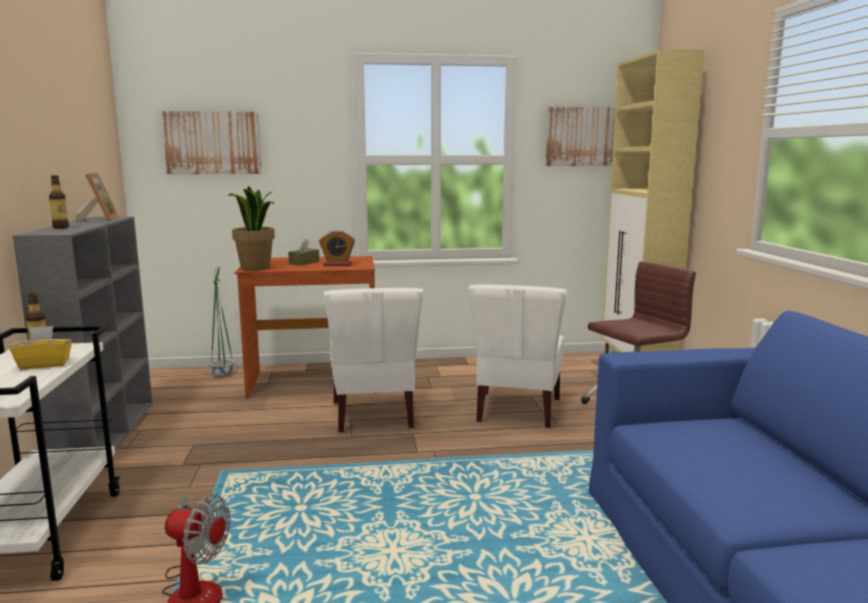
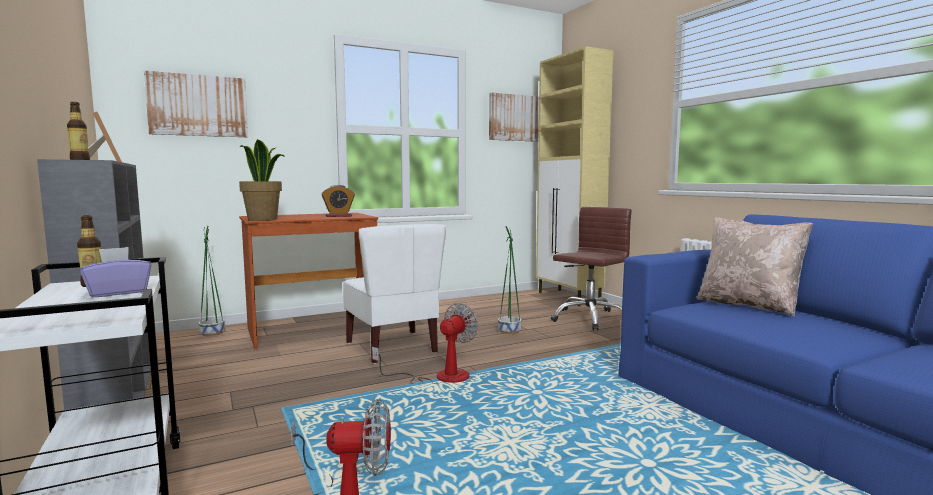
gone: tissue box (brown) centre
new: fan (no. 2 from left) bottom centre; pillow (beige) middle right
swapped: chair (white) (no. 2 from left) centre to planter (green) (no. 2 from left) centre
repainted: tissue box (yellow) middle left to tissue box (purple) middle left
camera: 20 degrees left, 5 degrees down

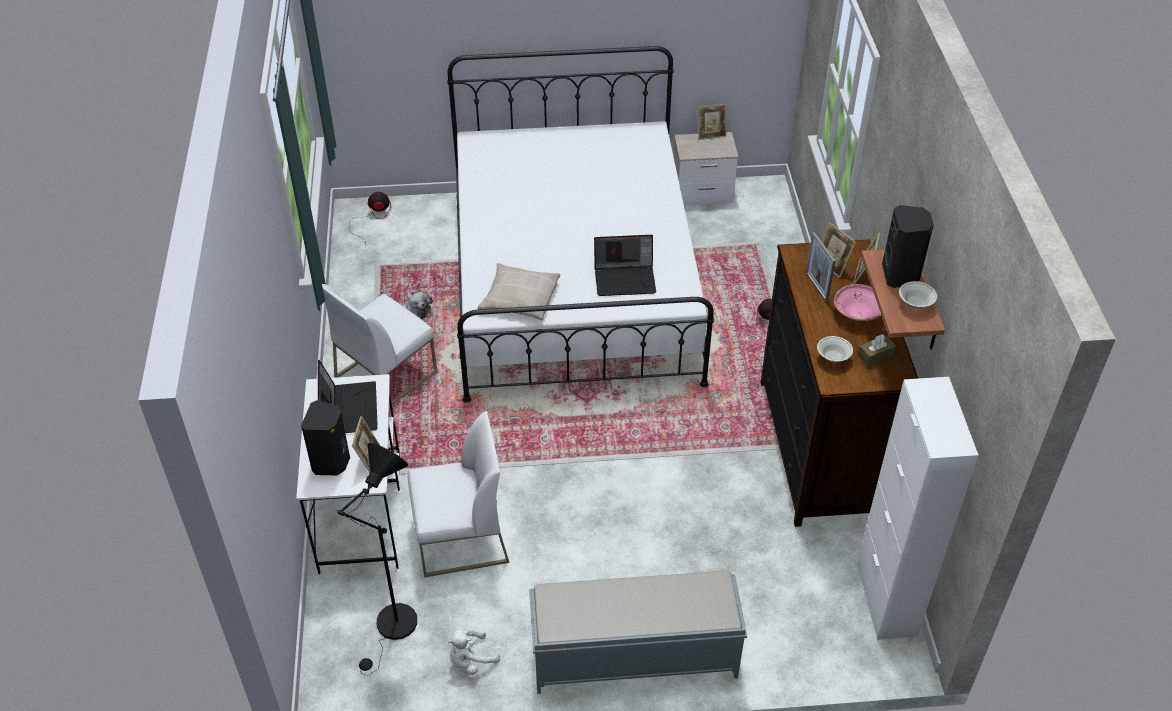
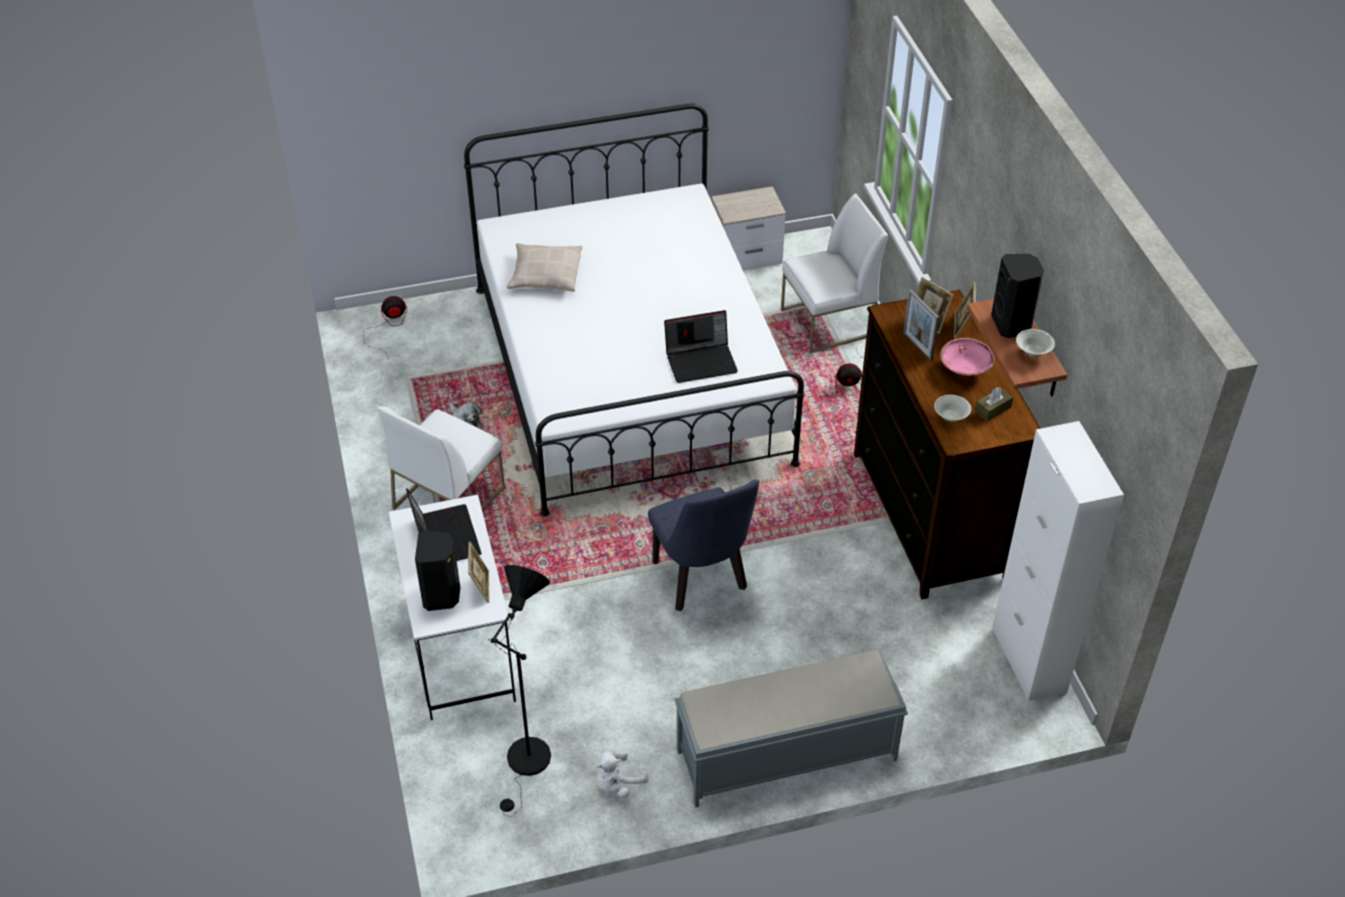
gone: picture frame (no. 2 from left) top centre
new: chair (blue) centre
shifted: pillow (beige) centre to top centre; chair (white) (no. 2 from left) bottom centre to top centre
camera: 10 degrees left, 0 degrees up

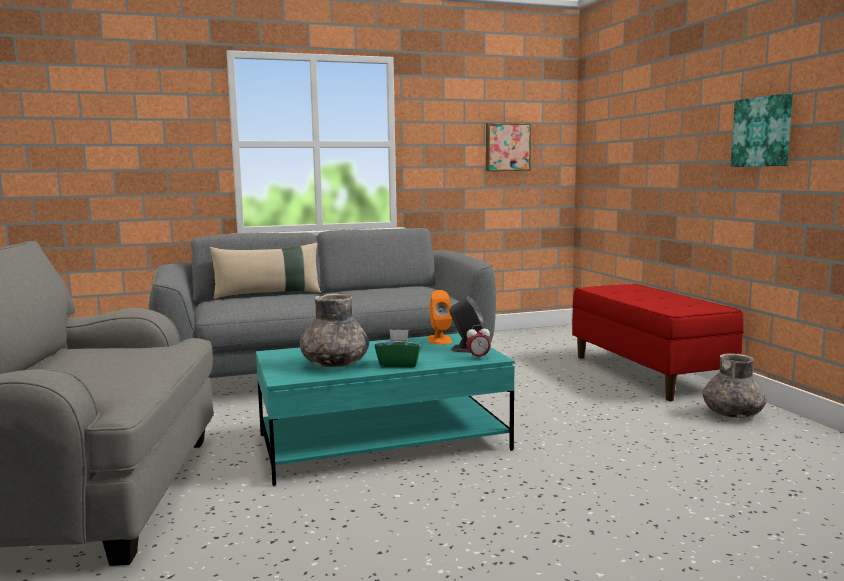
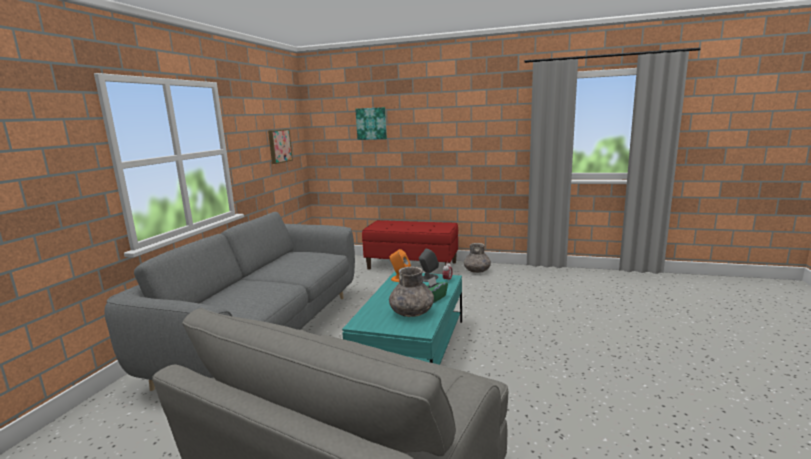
gone: pillow (beige) middle left
shifted: picture (no. 2 from left) top right to top centre
camera: 55 degrees left, 5 degrees up

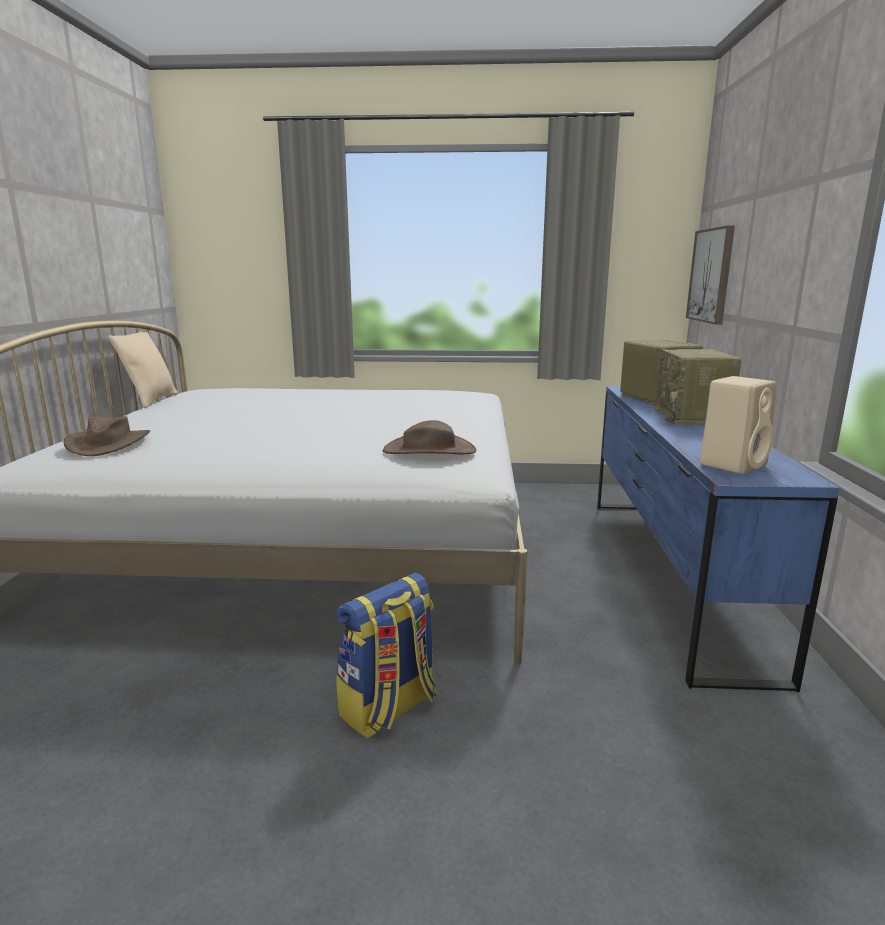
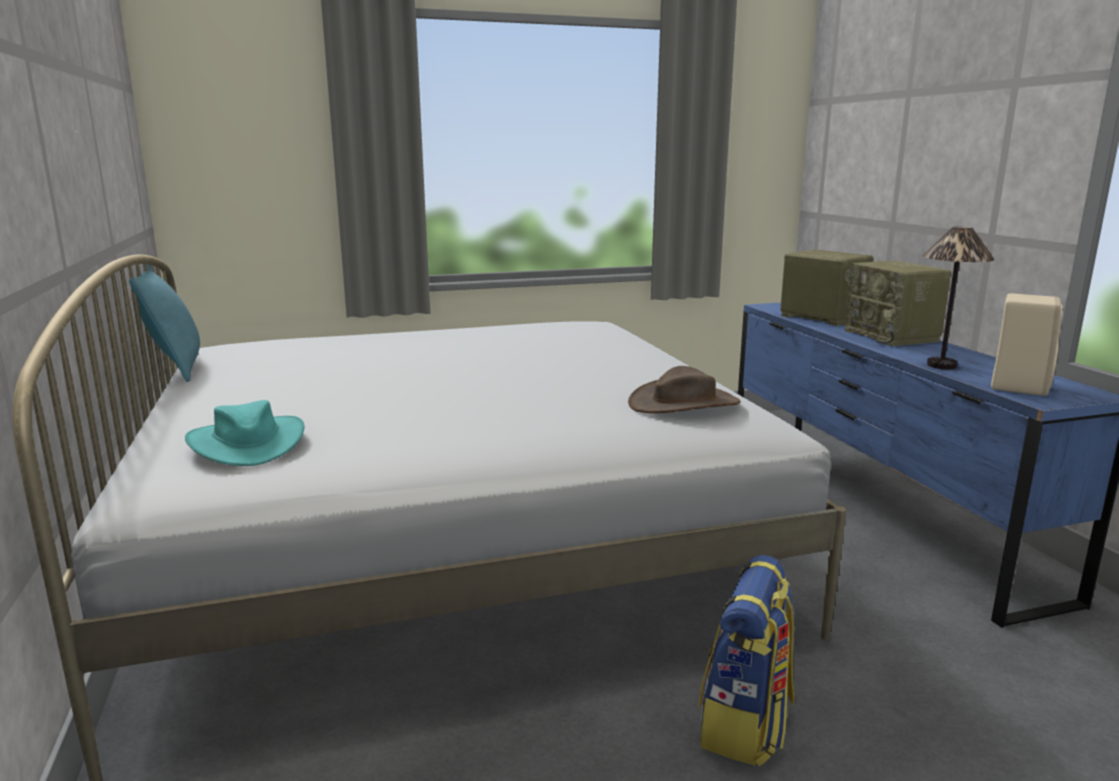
gone: picture top right
new: table lamp middle right
repainted: pillow (beige) middle left to pillow (turquoise) middle left; hat (brown) (no. 1 from left) middle left to hat (turquoise) middle left
camera: 20 degrees left, 0 degrees up

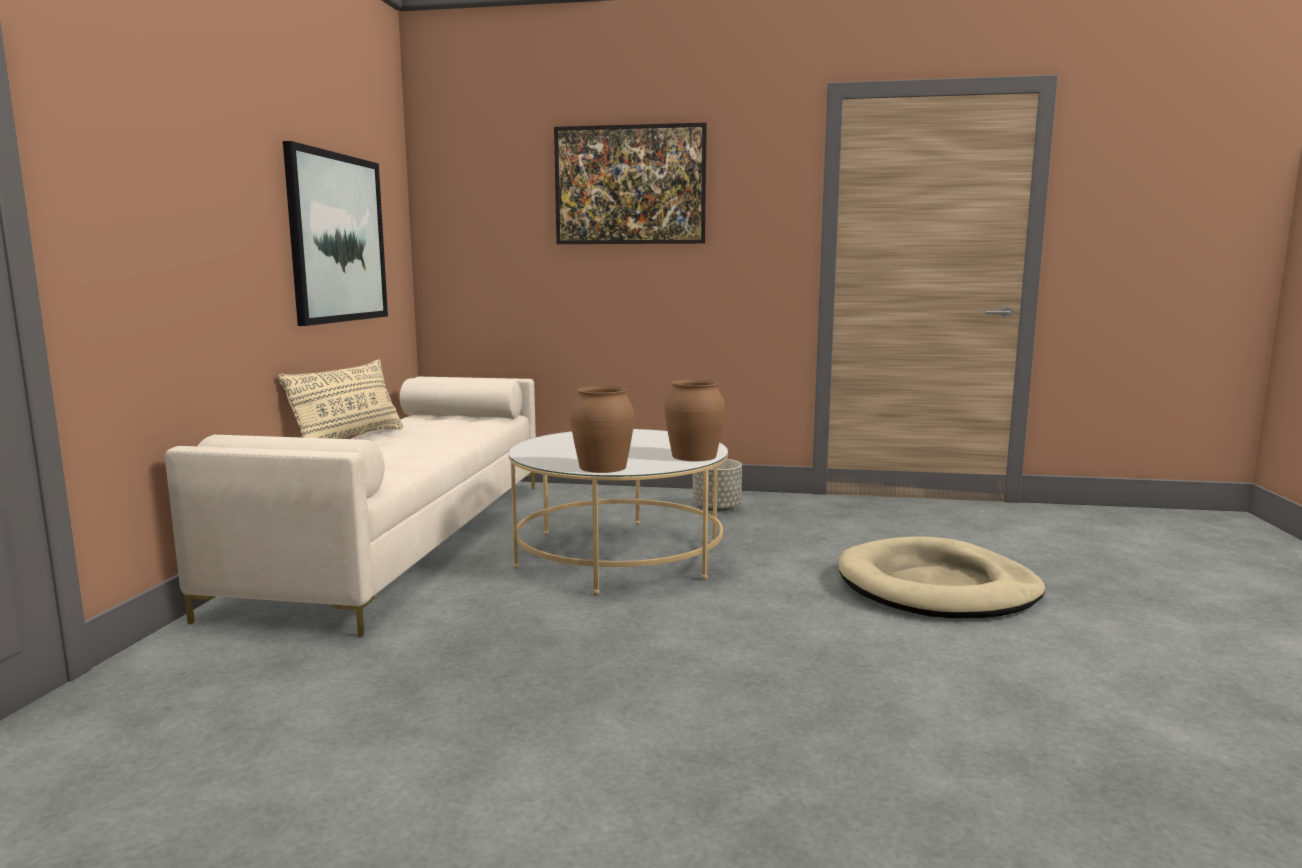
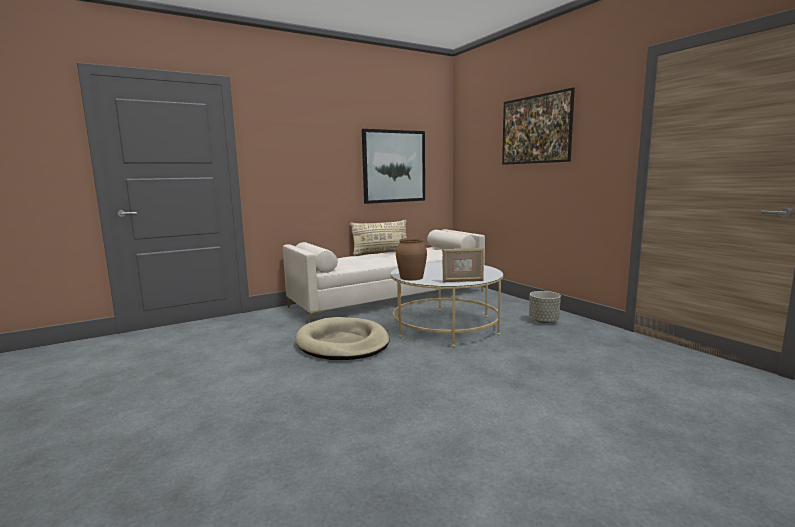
shifted: dog bed (beige) middle right to centre
swapped: vase (brown) (no. 2 from left) centre to picture frame centre
camera: 50 degrees right, 0 degrees up

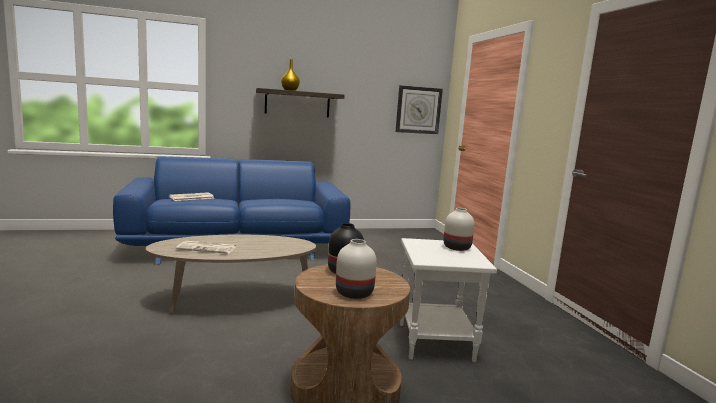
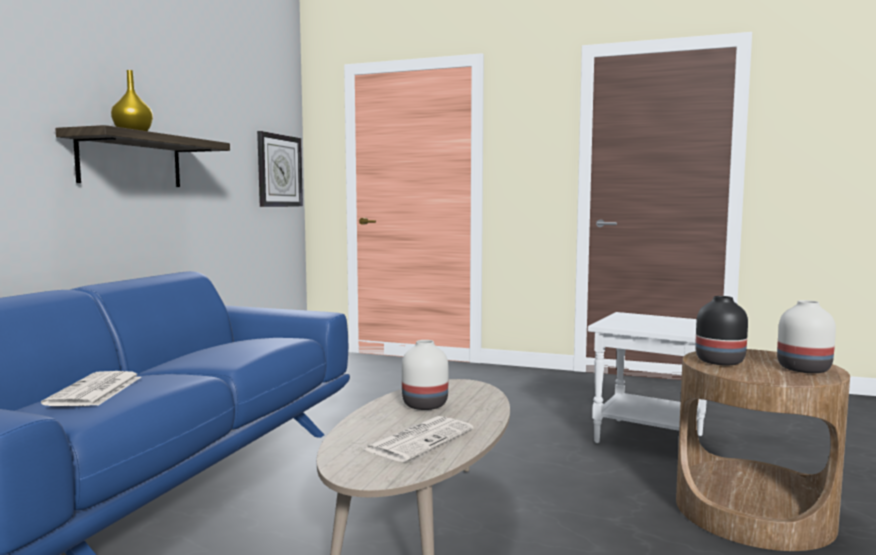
shifted: vase (white) (no. 2 from left in the first image) centre to vase (white) (no. 1 from left) bottom centre
camera: 55 degrees left, 5 degrees down

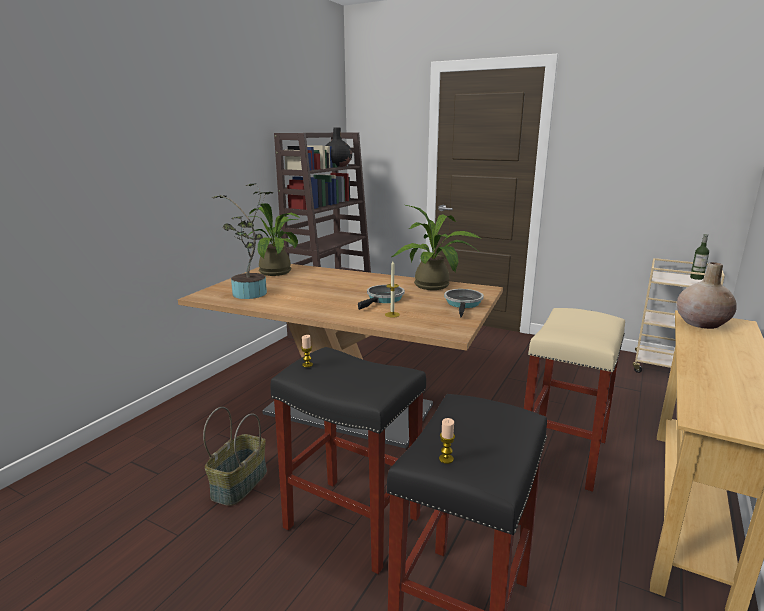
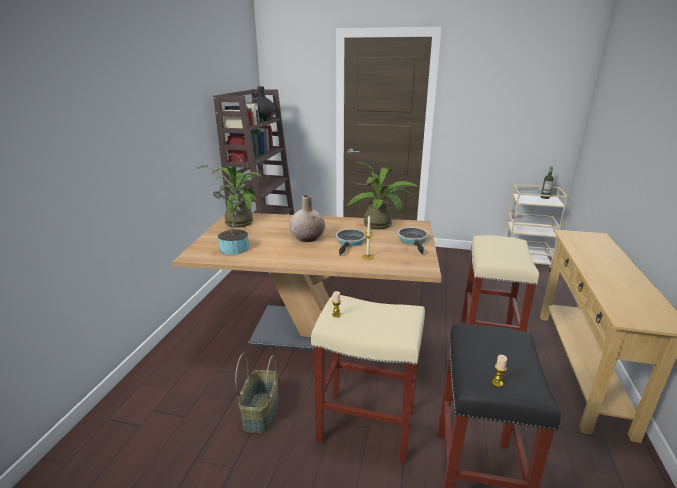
shifted: vase (beige) middle right to centre
repainted: stool (black) (no. 1 from left) bottom centre to stool (beige) (no. 1 from left) bottom centre
camera: 15 degrees left, 5 degrees up

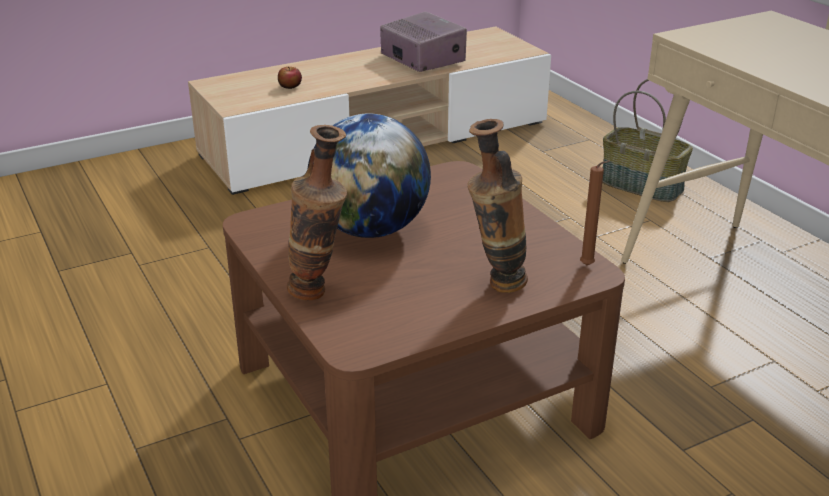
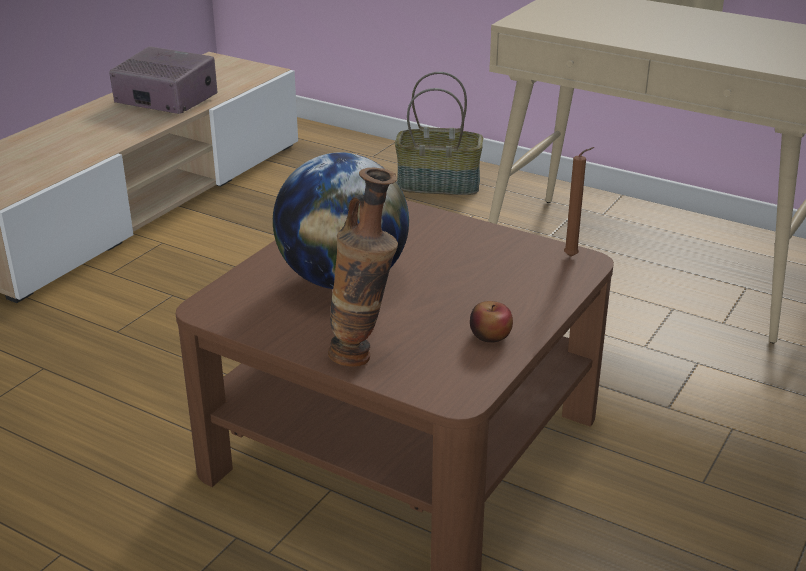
gone: vase (no. 2 from left) centre
shifted: apple top centre to centre
camera: 30 degrees left, 0 degrees up

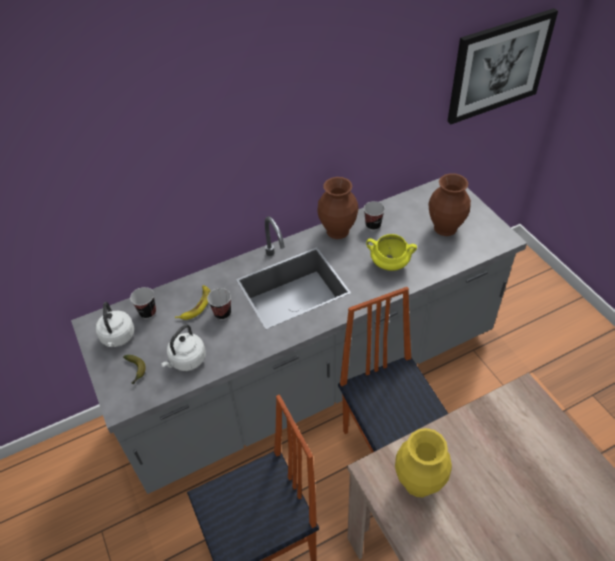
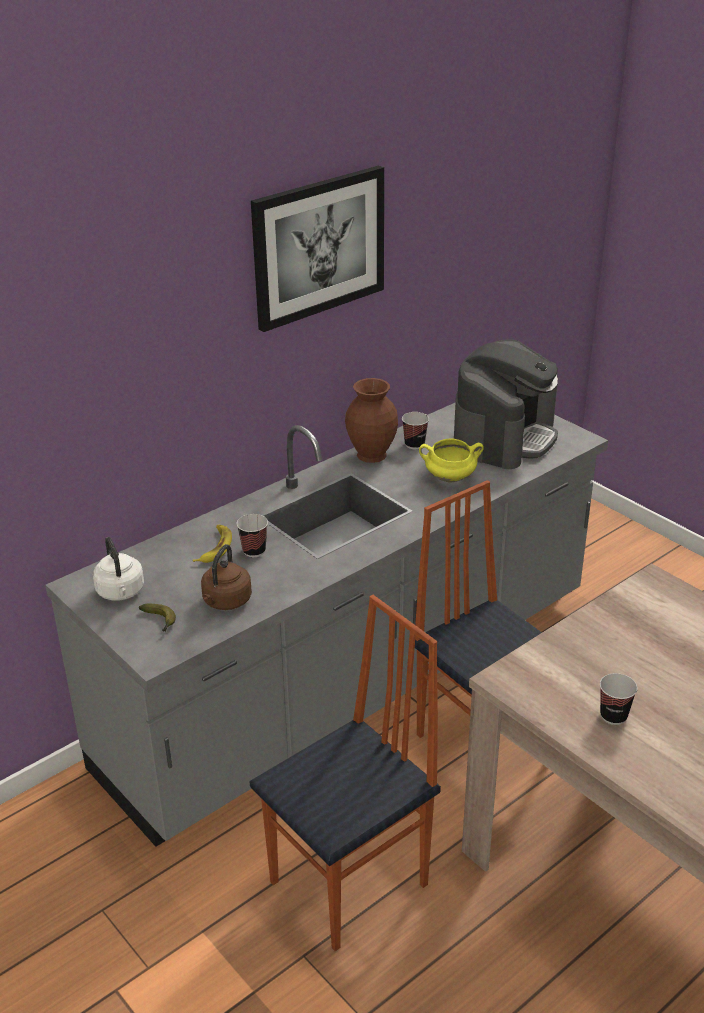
gone: vase (yellow) bottom right
shifted: picture top right to top centre; cup (no. 1 from left in the first image) middle left to cup (no. 3 from left) bottom right
swapped: vase (brown) (no. 2 from left) middle right to coffee machine middle right
repainted: kettle (white) (no. 2 from left) middle left to kettle (brown) middle left
camera: 15 degrees left, 15 degrees down

